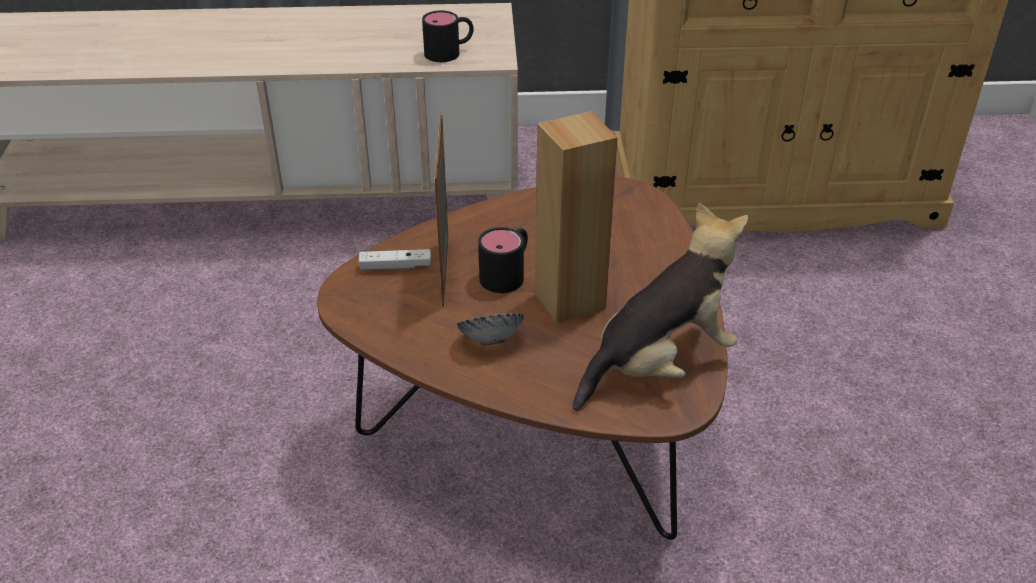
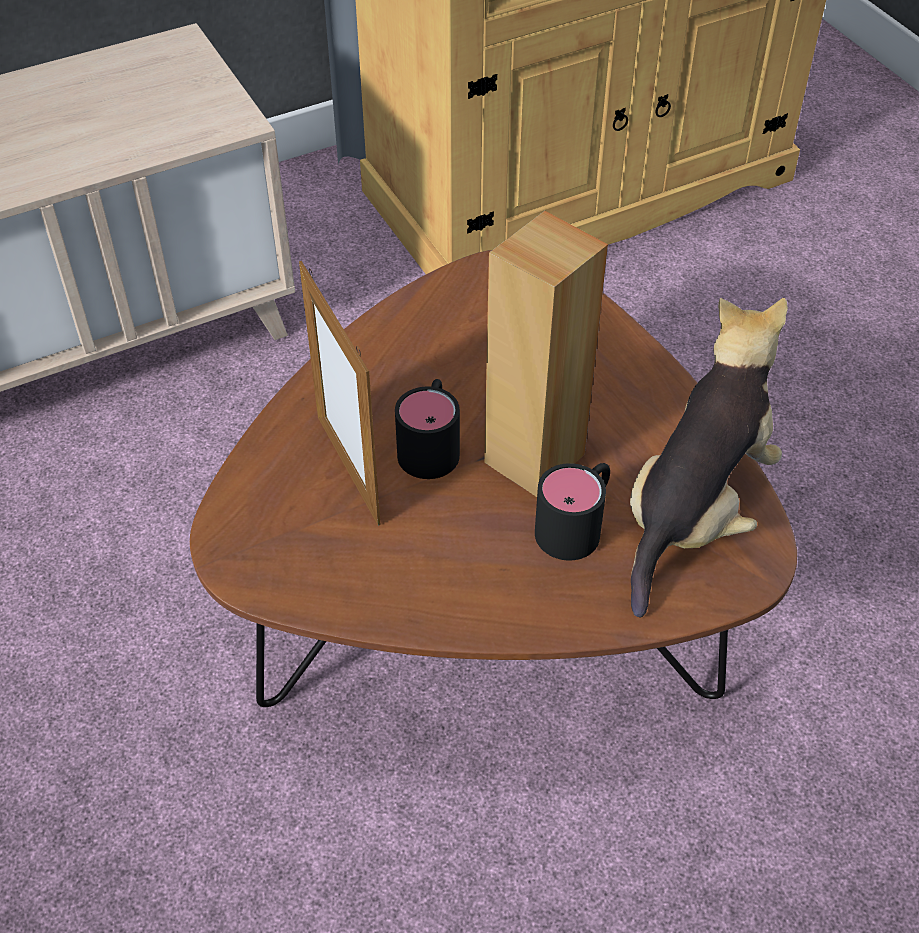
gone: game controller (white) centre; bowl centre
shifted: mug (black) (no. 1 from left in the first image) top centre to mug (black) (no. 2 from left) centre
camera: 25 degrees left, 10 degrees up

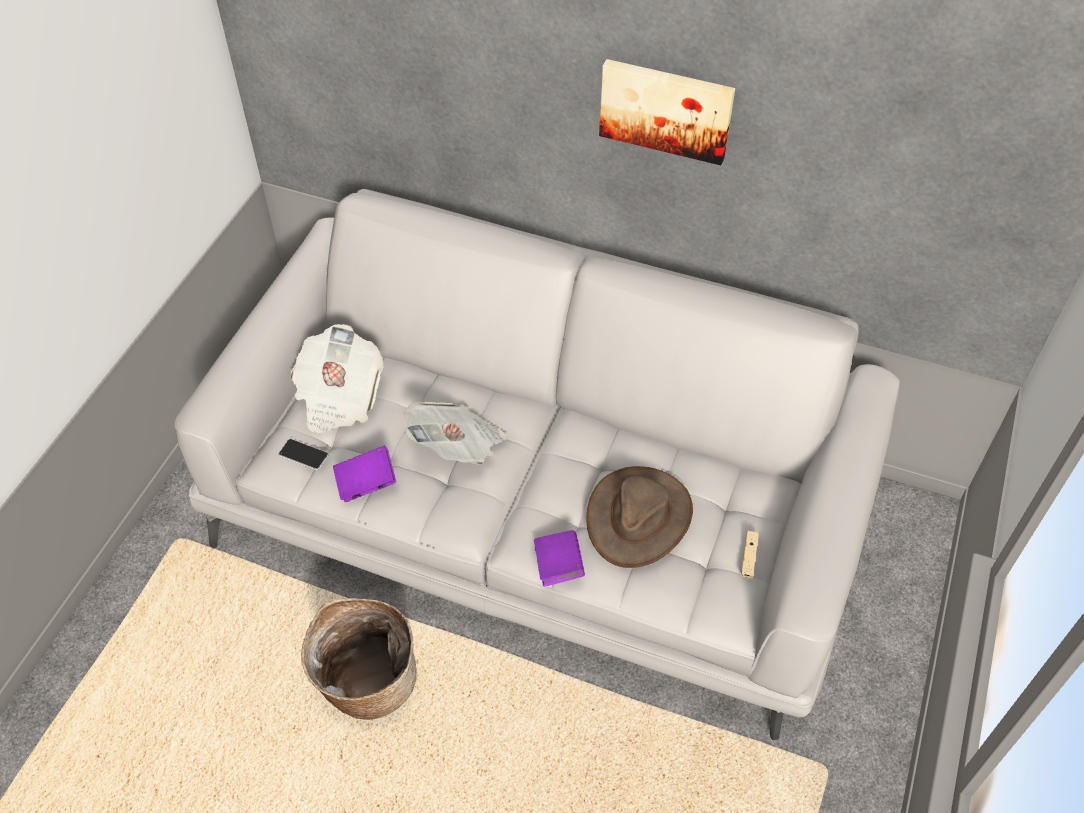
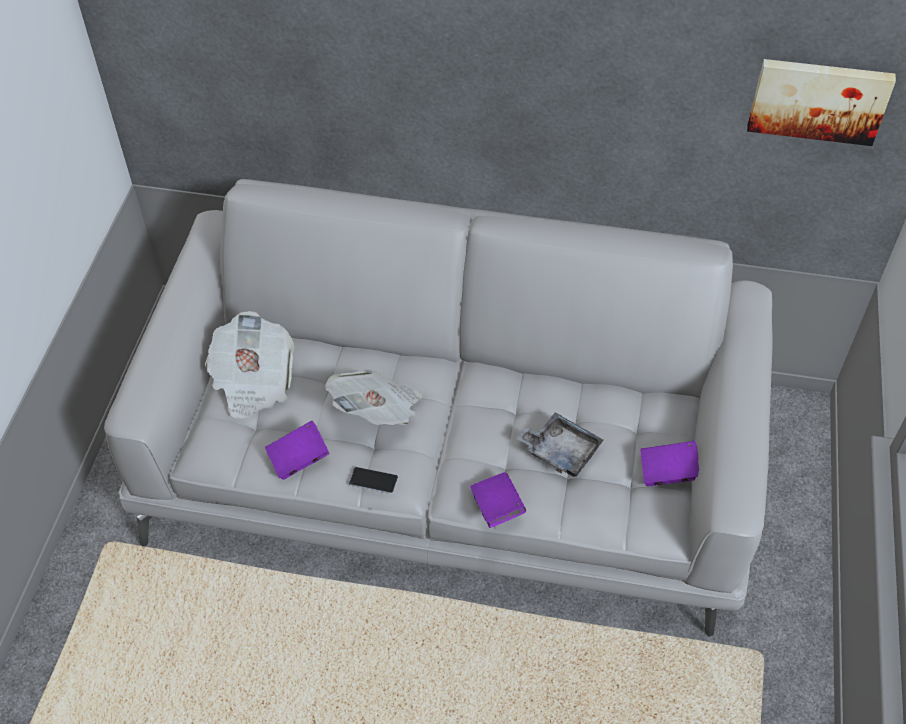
gone: basket bottom left
shifted: phone middle left to centre; picture top centre to top right
swapped: hat (brown) centre to tray (grey) centre; game controller (beige) bottom right to book (purple) (no. 3 from left) middle right
camera: 10 degrees left, 0 degrees up

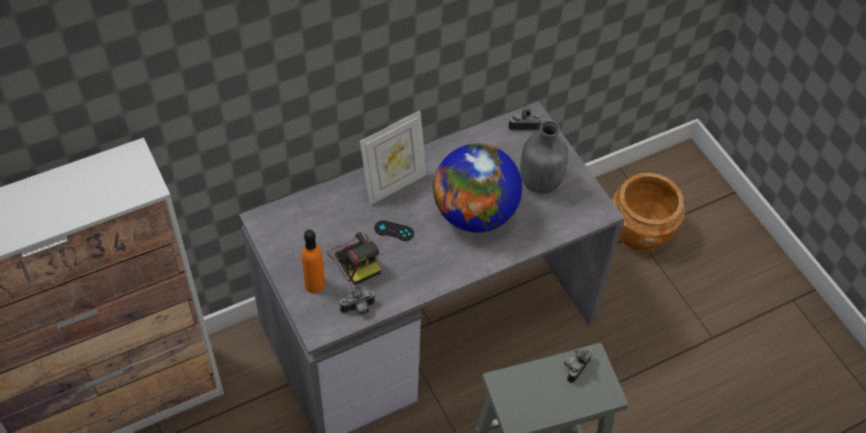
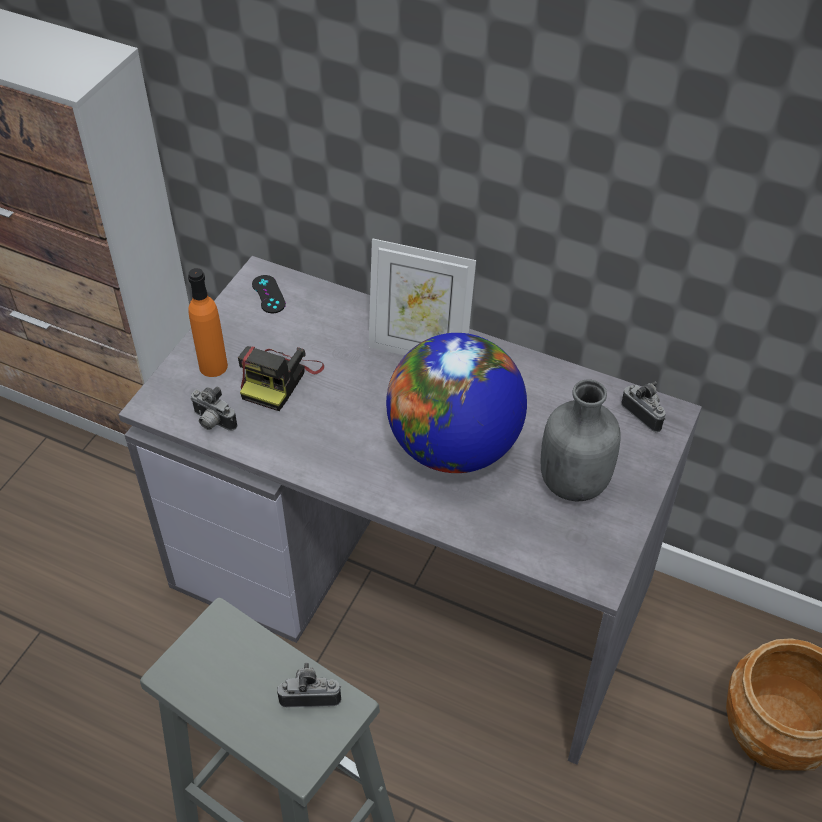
shifted: game controller (black) centre to middle left
camera: 55 degrees right, 5 degrees down

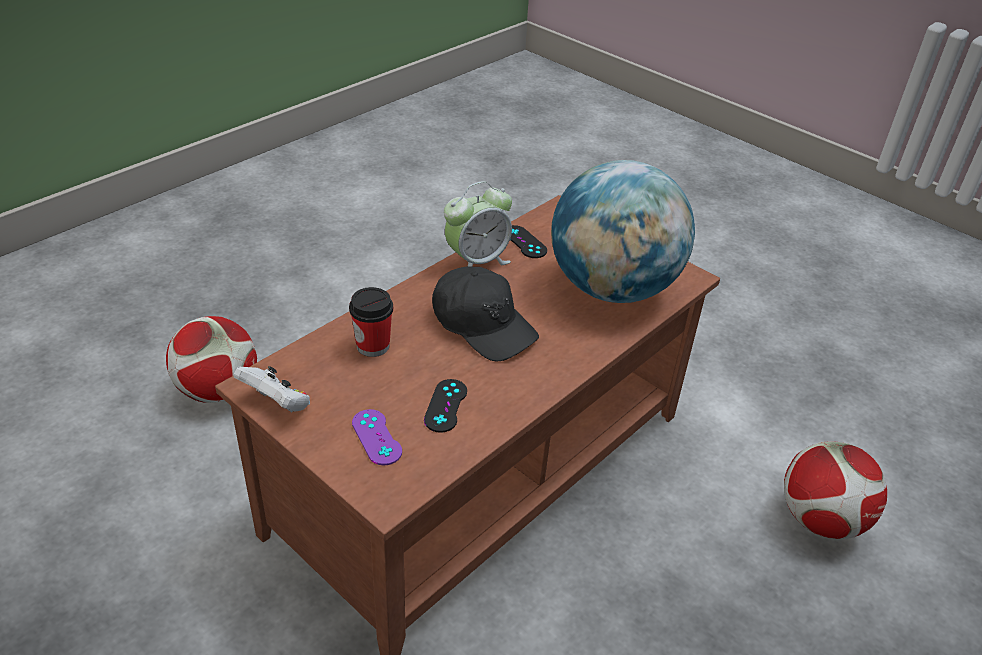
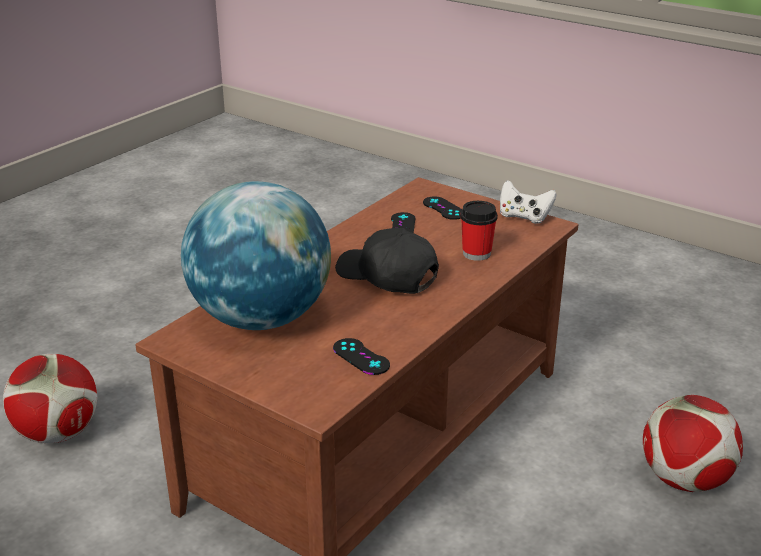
gone: alarm clock centre
repainted: game controller (purple) bottom centre to game controller (black) (no. 3 from left) centre
camera: 175 degrees right, 10 degrees down

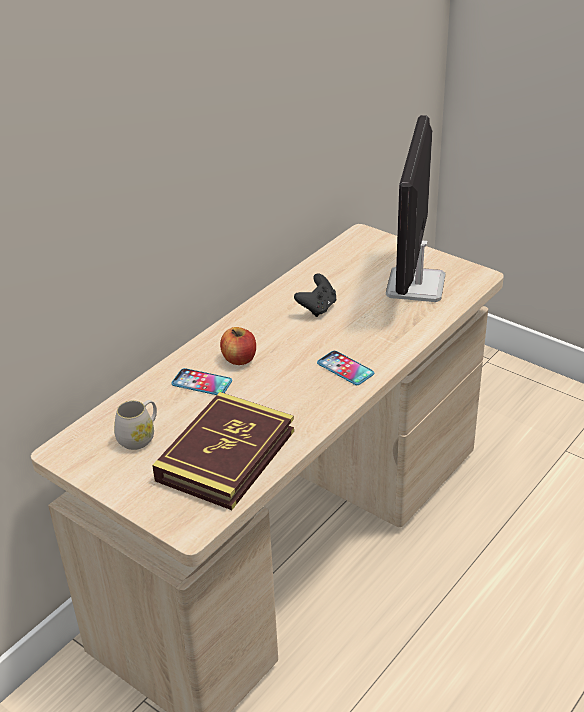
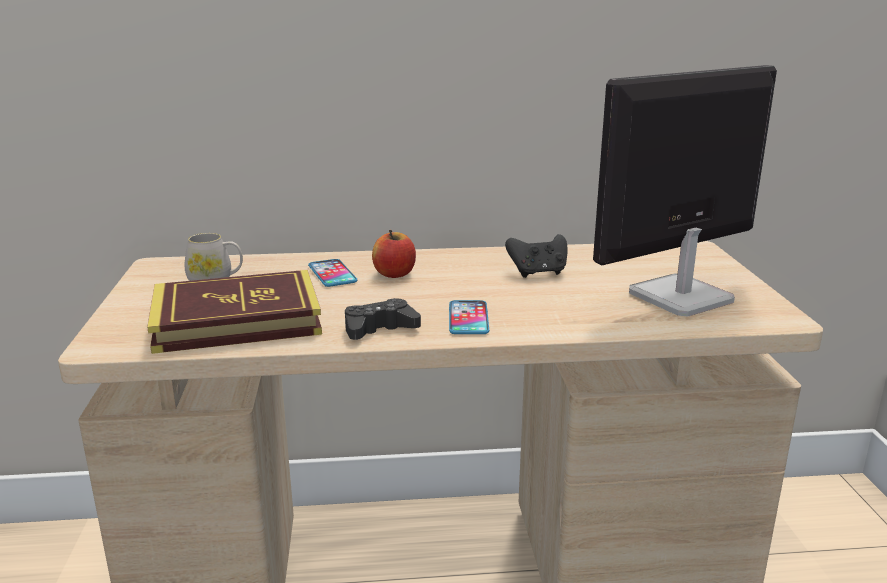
new: game controller (black) (no. 1 from left) centre
camera: 45 degrees right, 15 degrees down

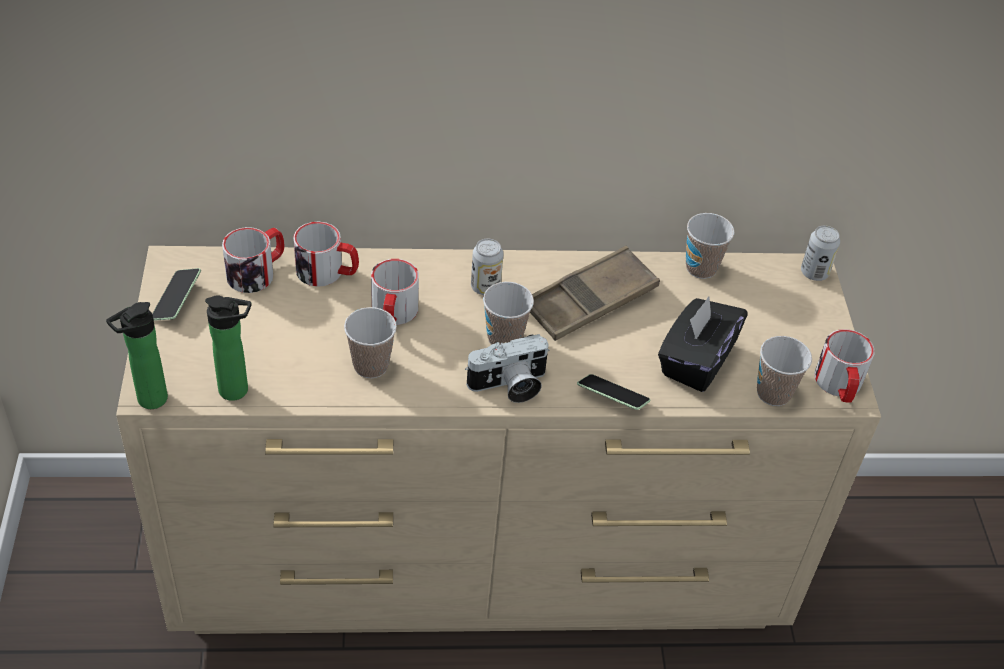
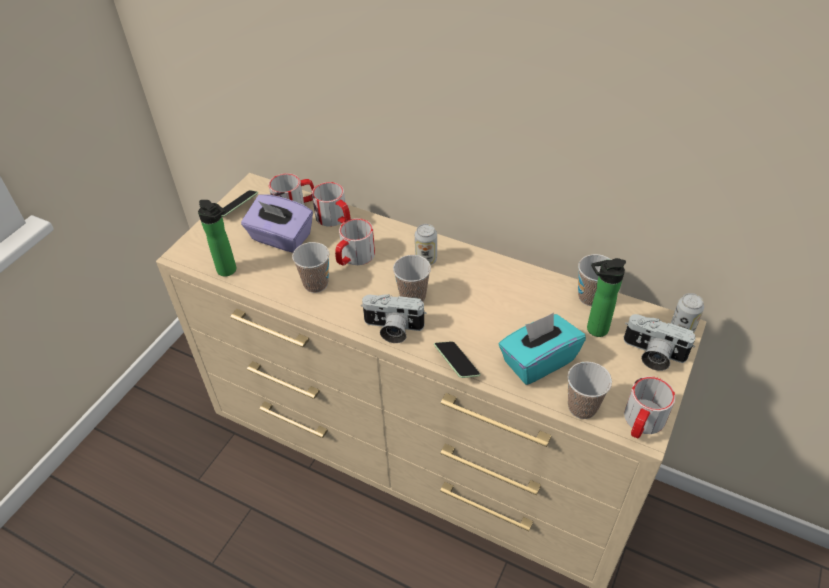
gone: tray (brown) centre
new: tissue box (purple) centre; photo camera (no. 2 from left) middle right
shifted: bottle (no. 1 from left in the first image) middle left to bottle (no. 2 from left) middle right
repainted: tissue box (black) middle right to tissue box (turquoise) centre
camera: 35 degrees right, 0 degrees up

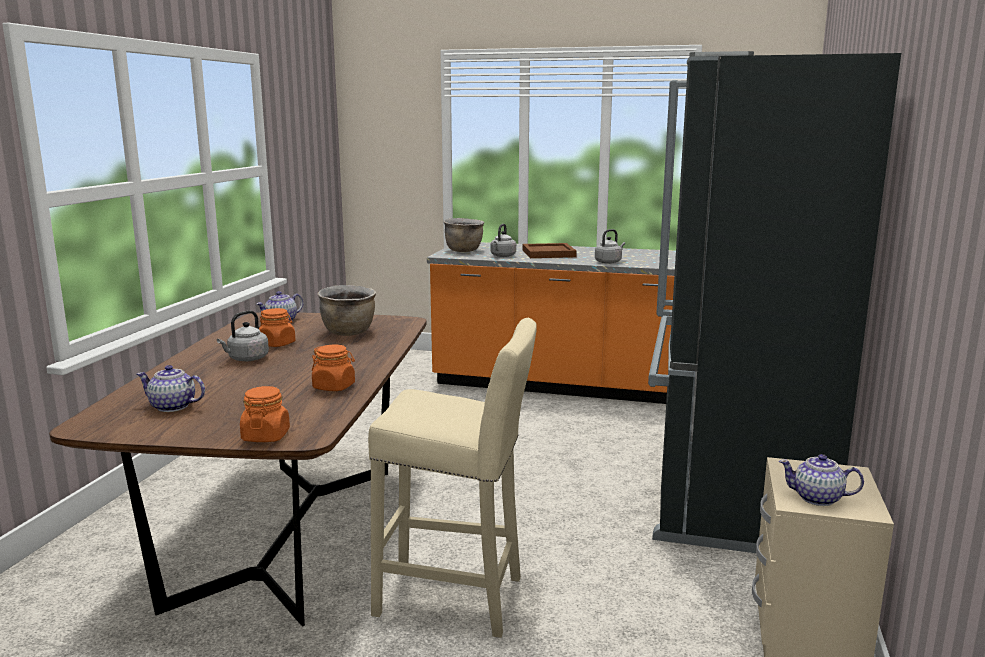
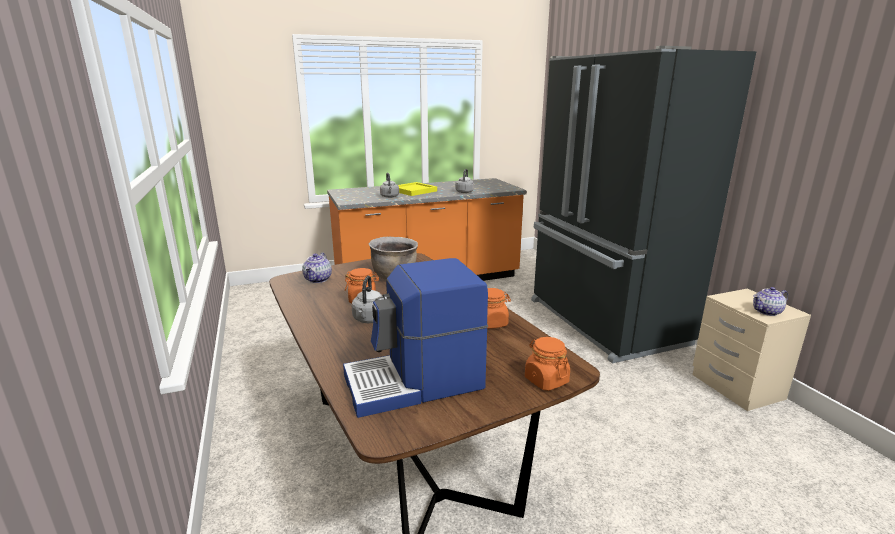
gone: stool (beige) bottom centre; cooking pot (brown) (no. 2 from left) centre
swapped: teapot (no. 1 from left) middle left to coffee machine centre
repainted: tray (brown) centre to tray (yellow) centre
camera: 35 degrees left, 5 degrees up

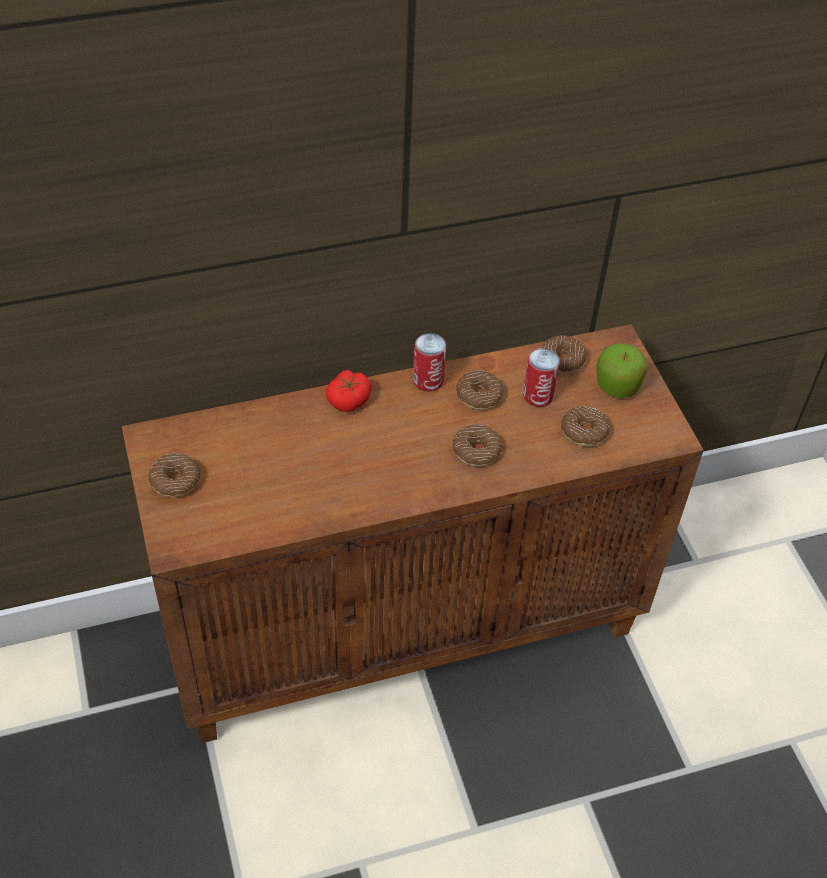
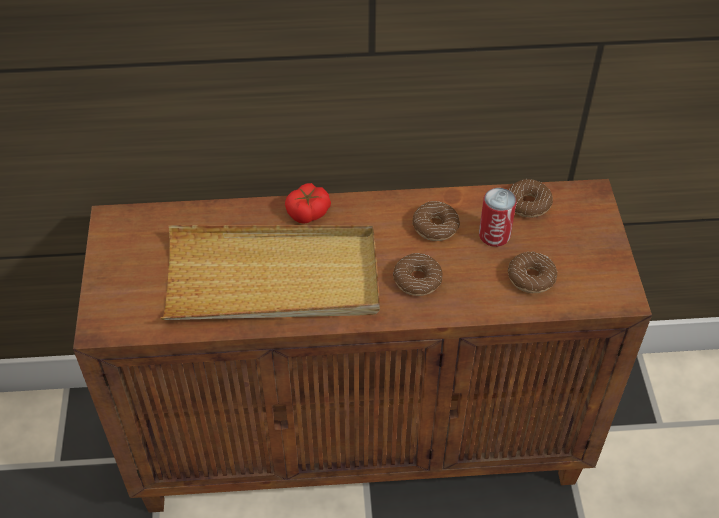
gone: donut (no. 1 from left) middle left; can (no. 1 from left) centre; apple middle right
new: tray (beige) centre
camera: 15 degrees right, 0 degrees up

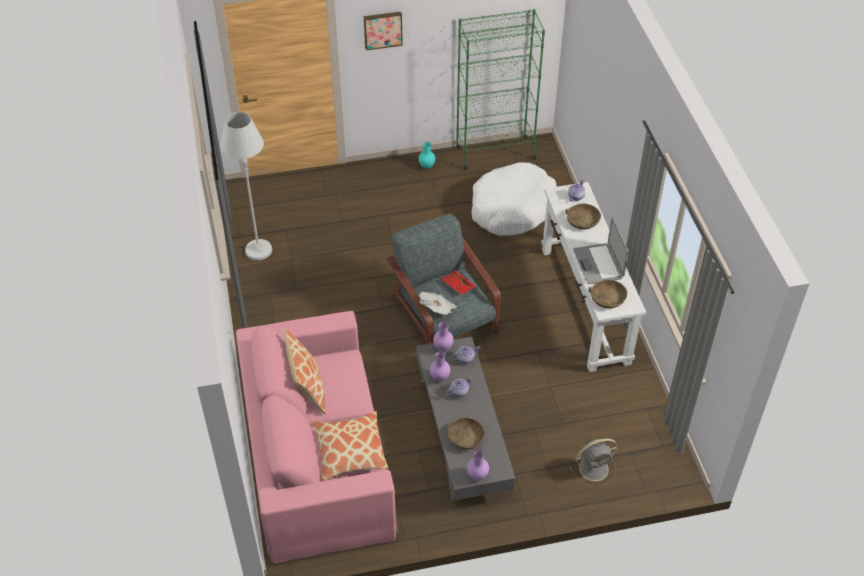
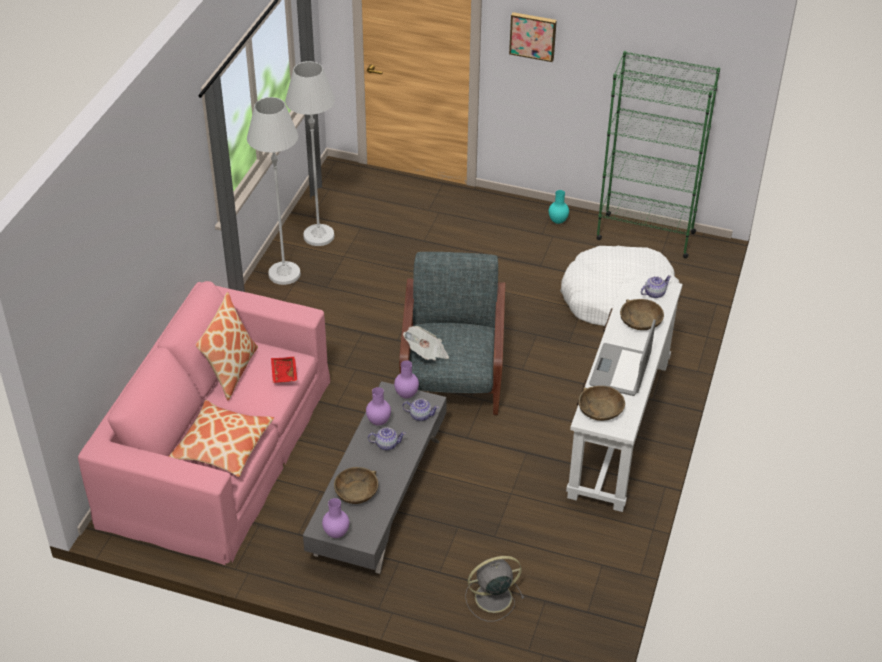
new: floor lamp (white) (no. 1 from left) top left
shifted: tray (red) centre to middle left
rotated: fan (grey) bottom right = bottom centre 150 degrees clockwise
camera: 30 degrees right, 5 degrees down

